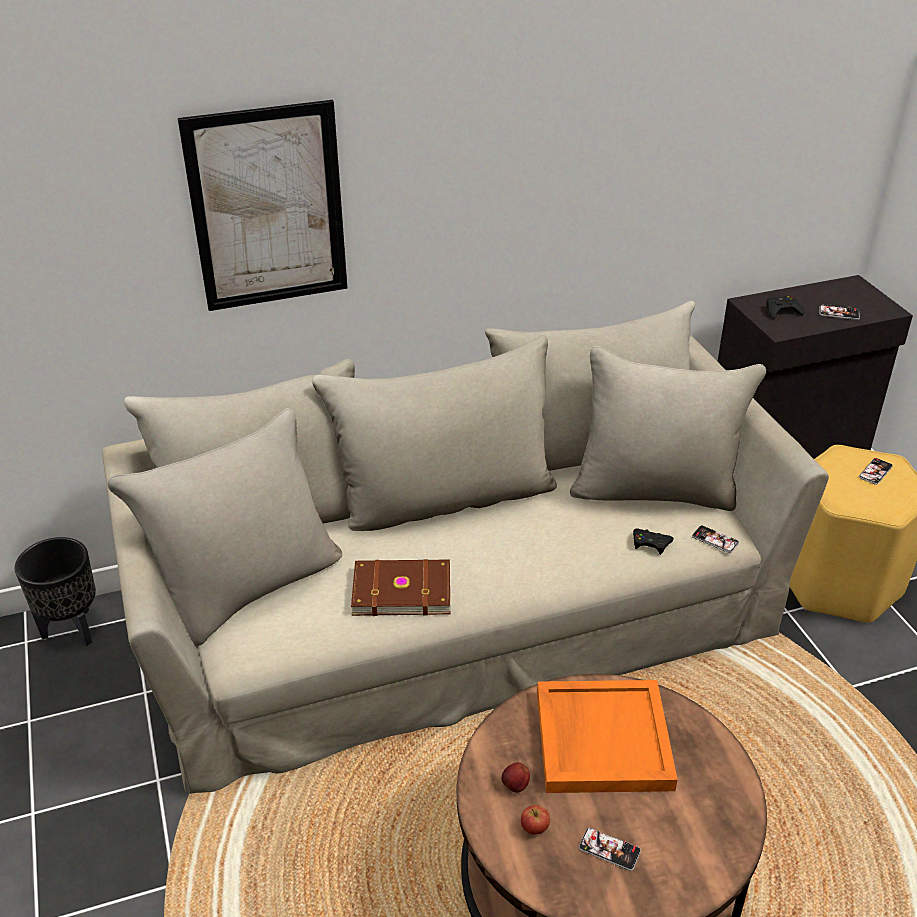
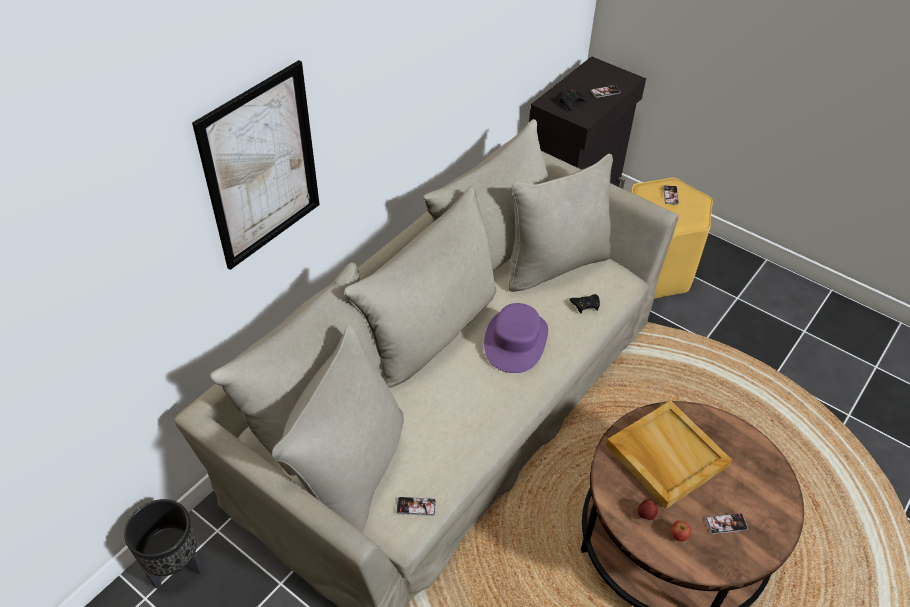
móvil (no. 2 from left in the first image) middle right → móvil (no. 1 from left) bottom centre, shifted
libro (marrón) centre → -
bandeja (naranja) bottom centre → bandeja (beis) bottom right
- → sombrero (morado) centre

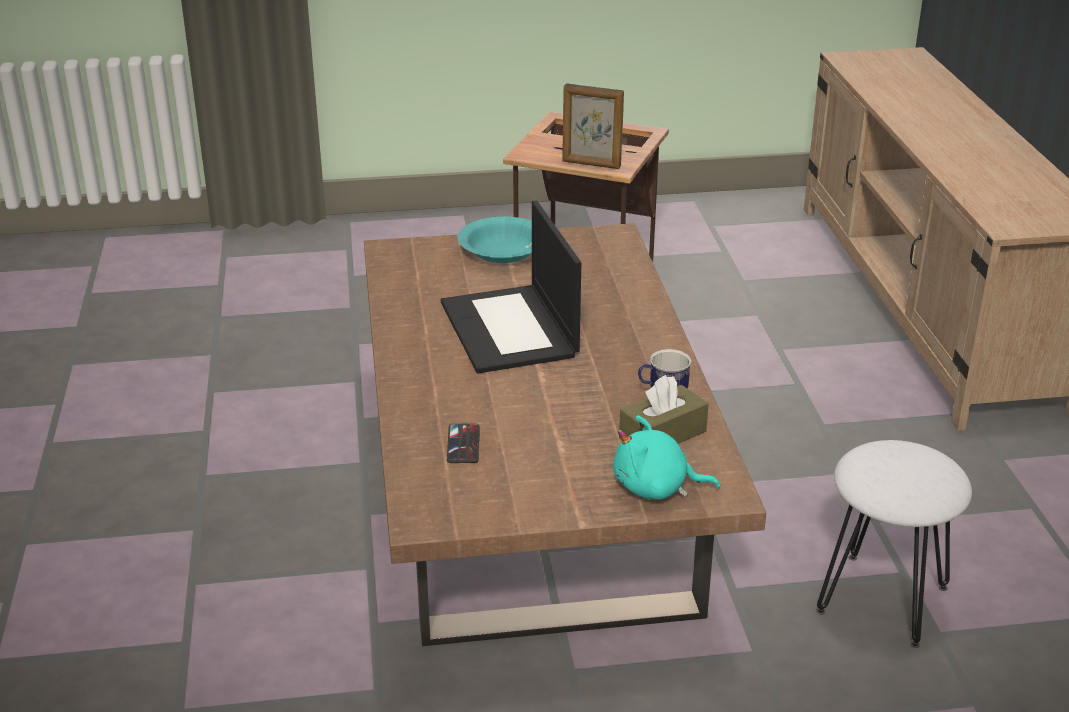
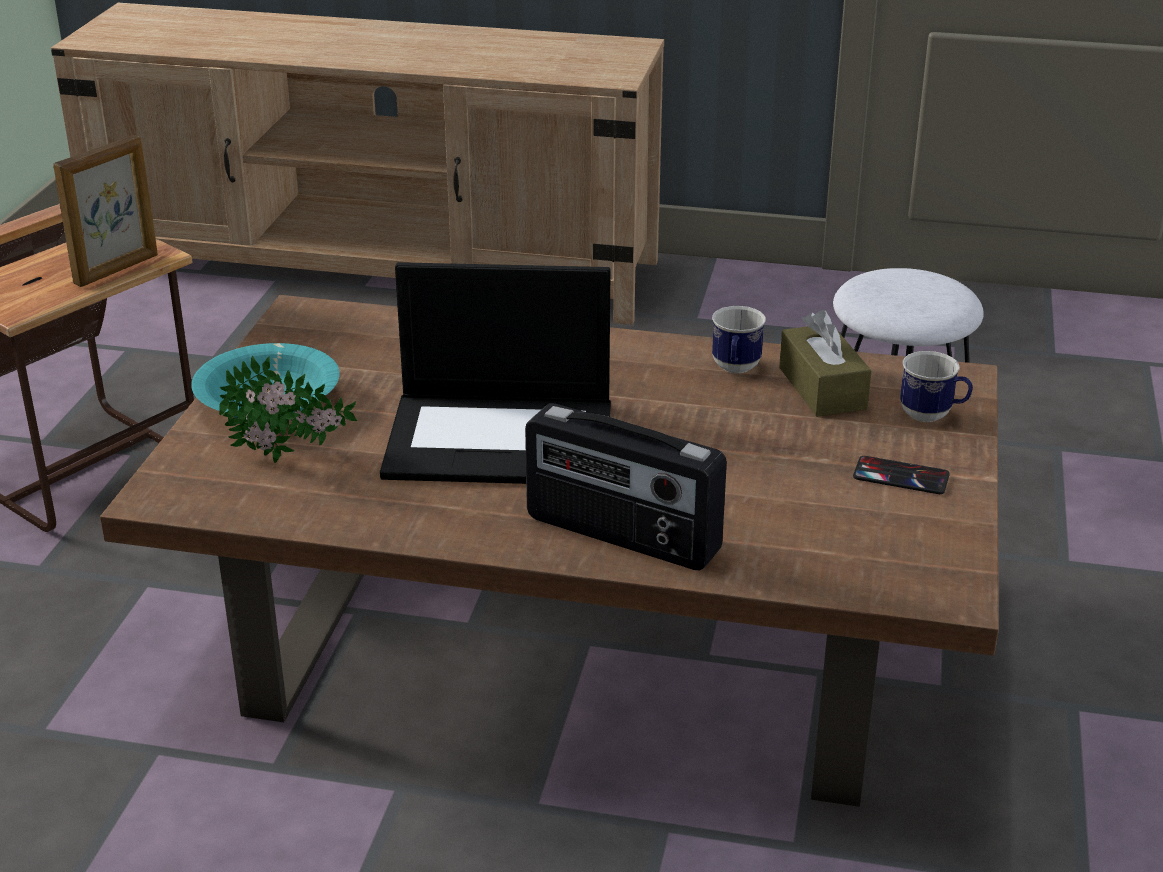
peluche (turquesa) centre → taza grande (no. 2 from left) middle right
móvil centre → móvil middle right, shifted
- → planta en maceta middle left
- → radio centre

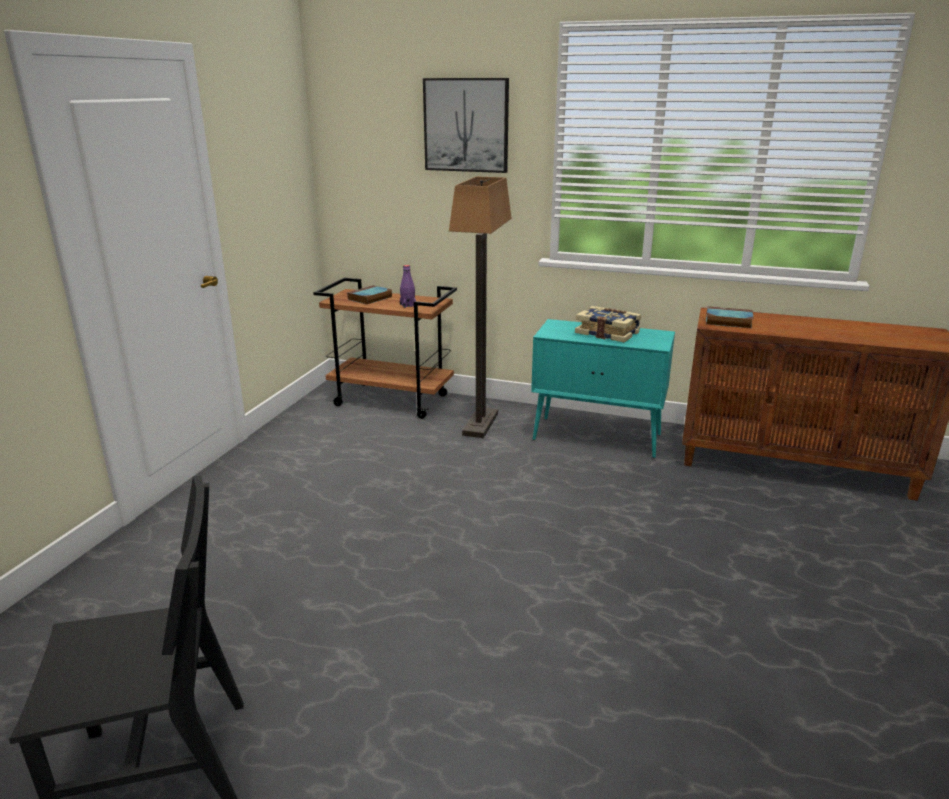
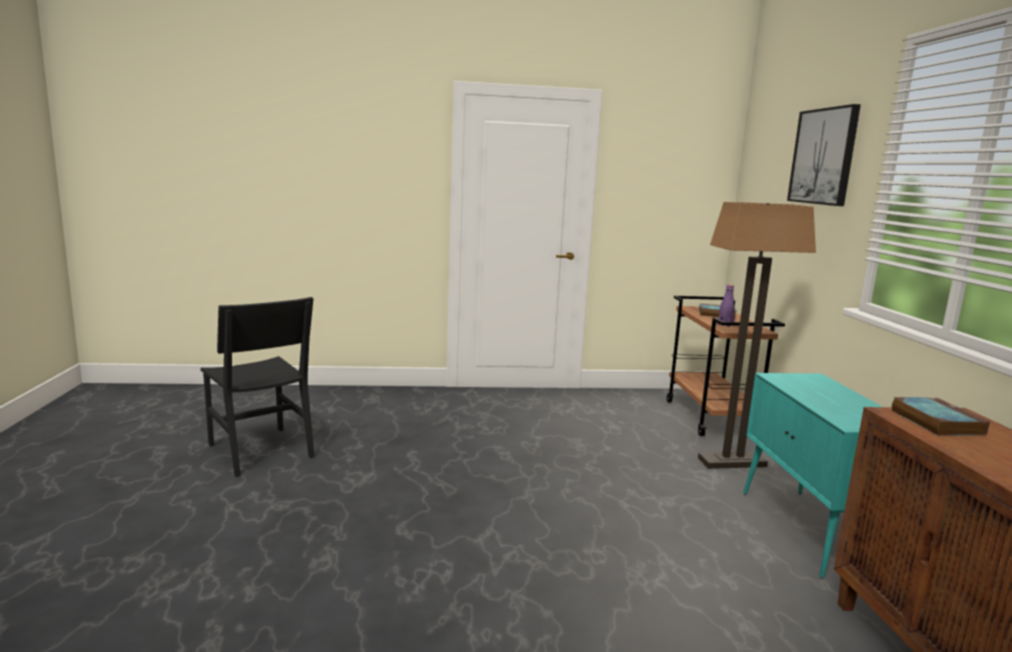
libro (no. 2 from left) centre → -

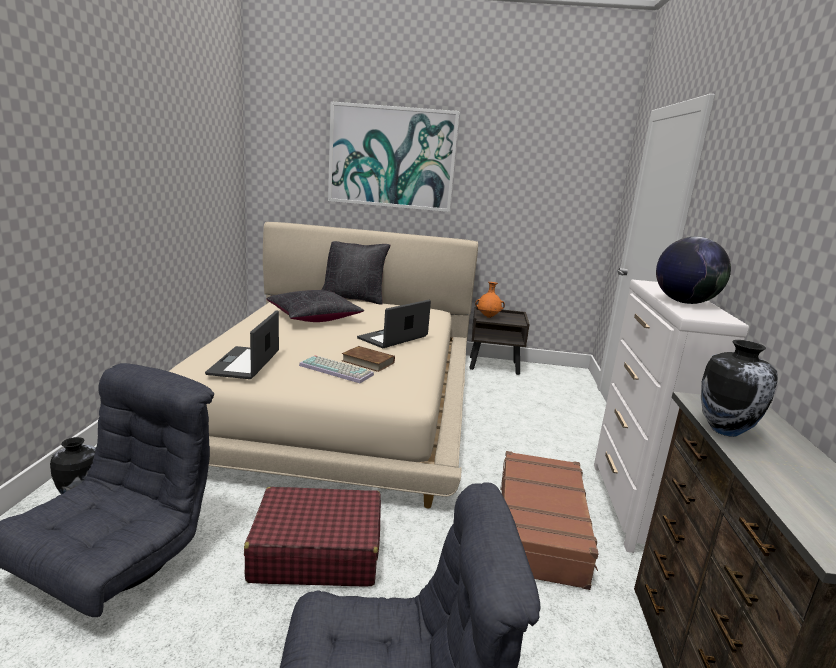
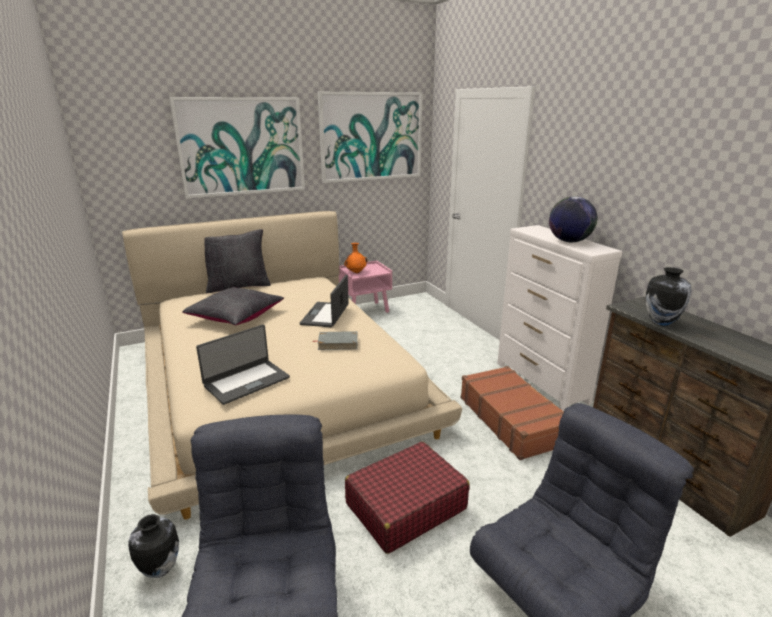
mesita de noche (marrón) centre → mesita de noche (rosa) centre
portátil (no. 1 from left) middle left, 105 degrees counterclockwise
libro (marrón) centre → libro (gris) centre
teclado centre → -
- → cuadro (no. 2 from left) top centre

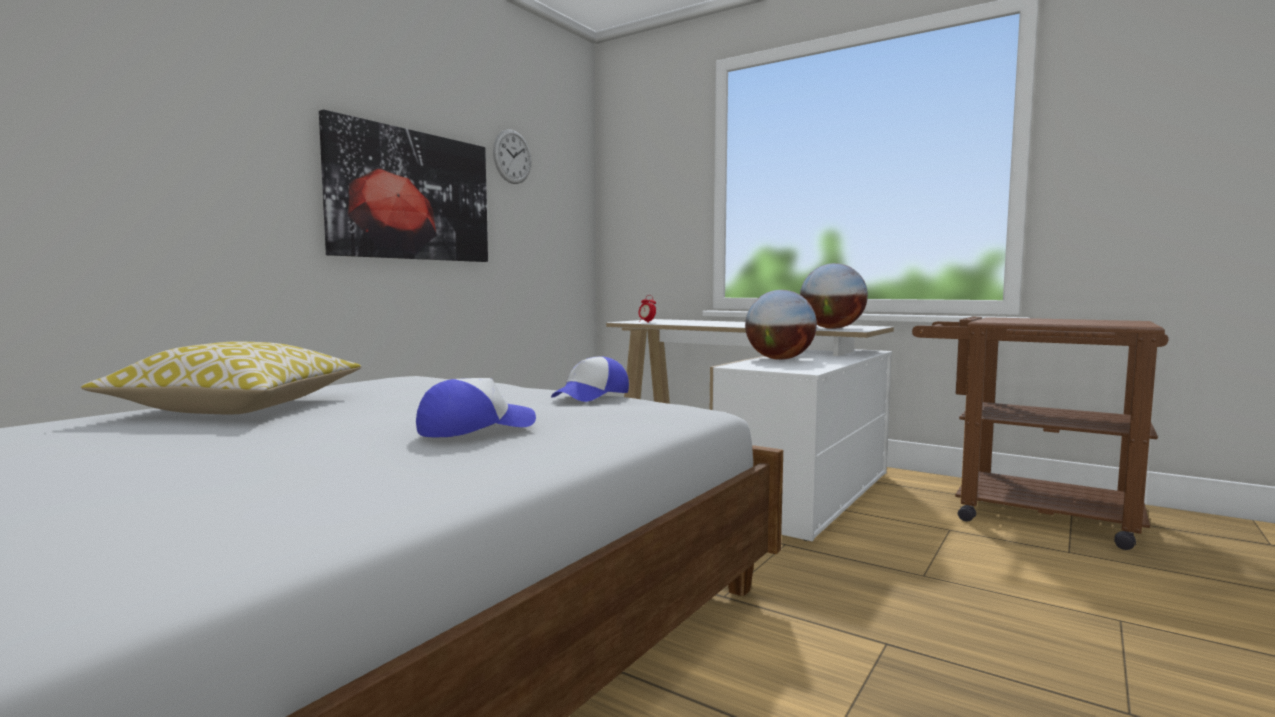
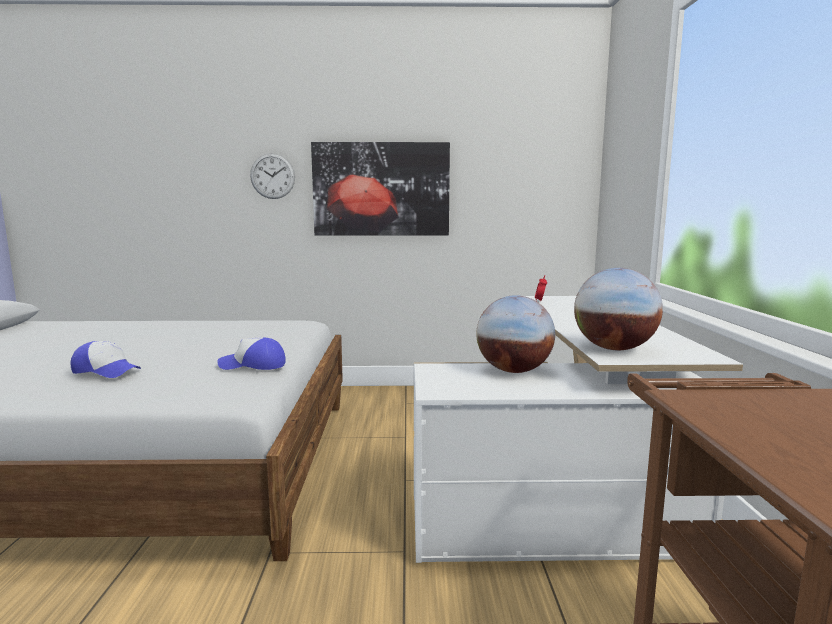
reloj de pared top centre → reloj de pared top left, shifted
cojín middle left → -

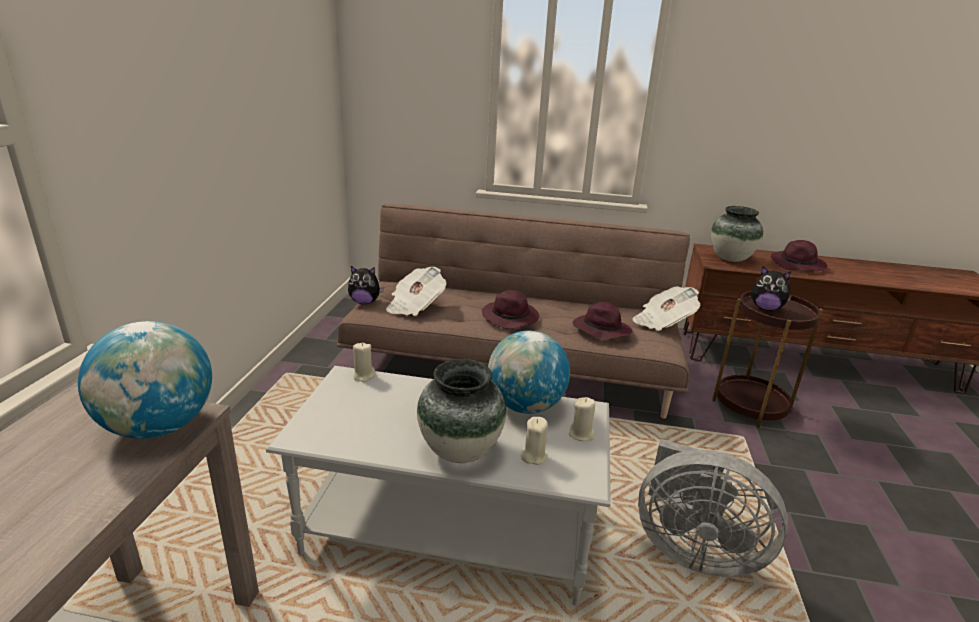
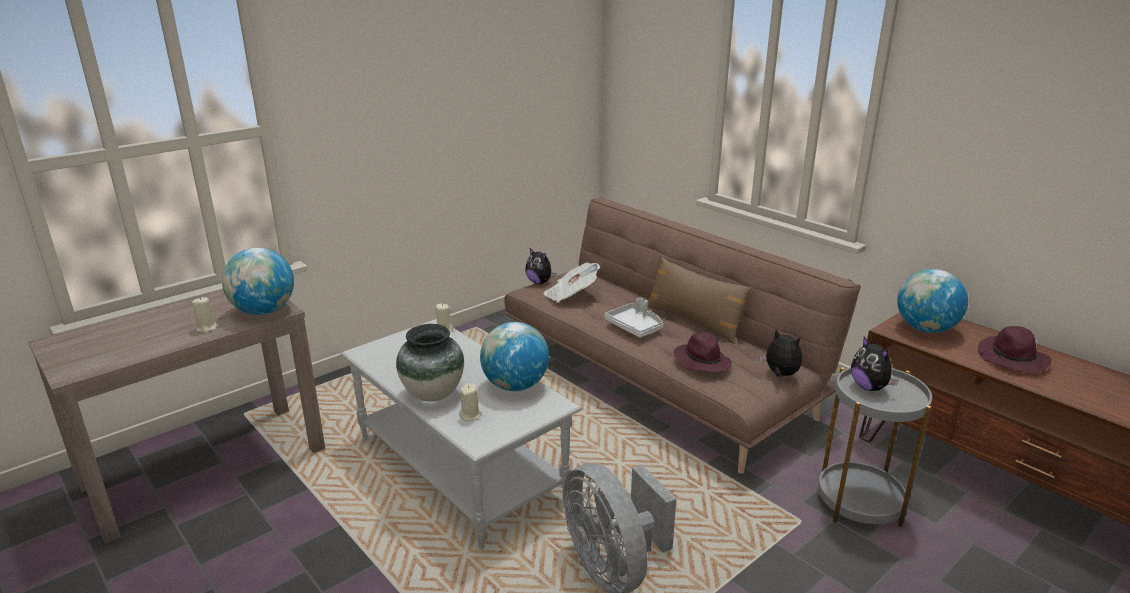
florero (no. 2 from left) middle right → globo terráqueo (no. 3 from left) middle right
periódico (no. 2 from left) middle right → peluche (no. 2 from left) middle right
sombrero (morado) (no. 1 from left) centre → bandeja (gris) centre
mesa auxiliar (marrón) middle right → mesa auxiliar (gris) bottom right
vela (beis) (no. 3 from left in the first image) bottom centre → vela (beis) (no. 1 from left) middle left, shifted
- → cojín (marrón) centre

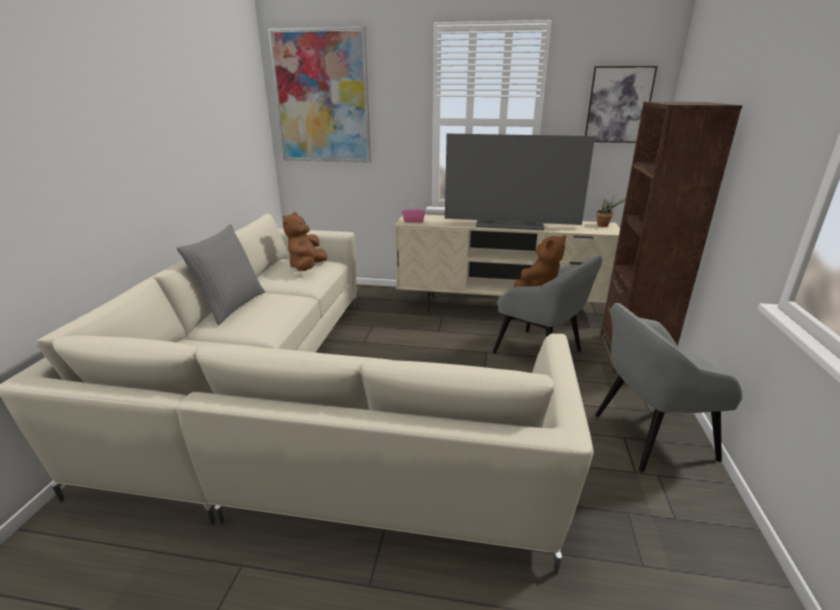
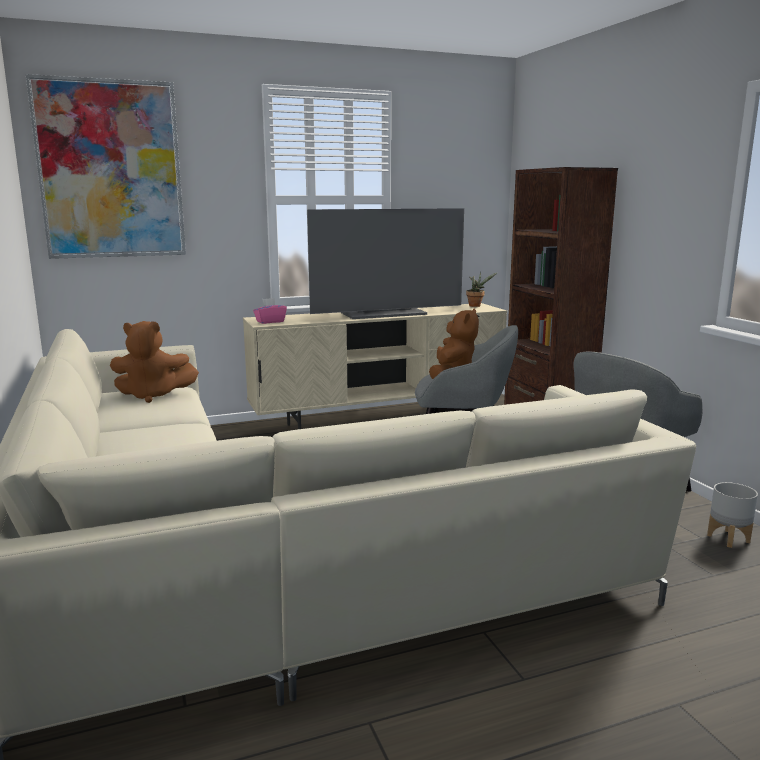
cuadro (no. 2 from left) top right → -
peluche (marrón) (no. 1 from left) centre → peluche (marrón) (no. 1 from left) middle left, 75 degrees counterclockwise
cojín (gris) middle left → -
- → maceta (gris) bottom right

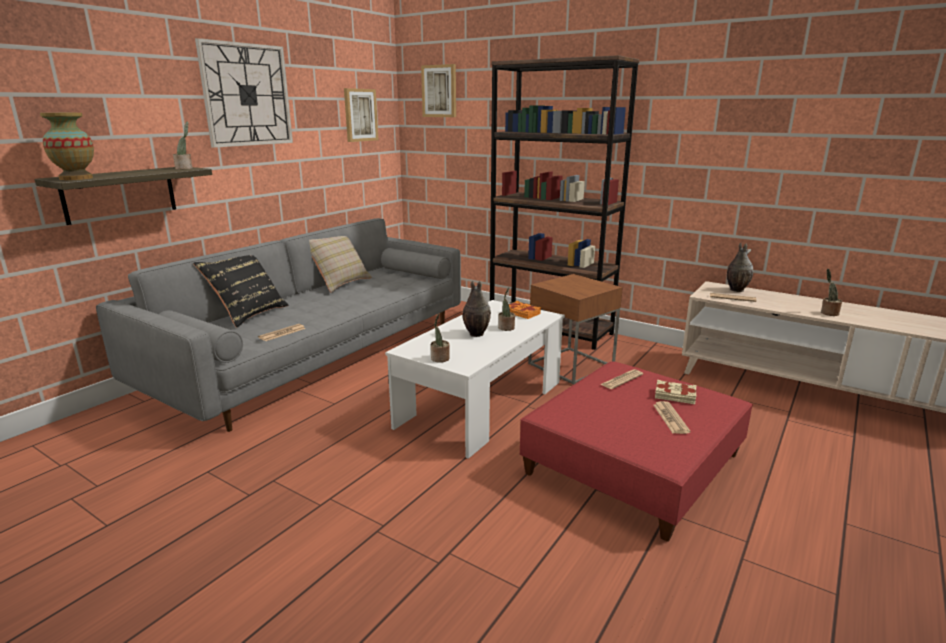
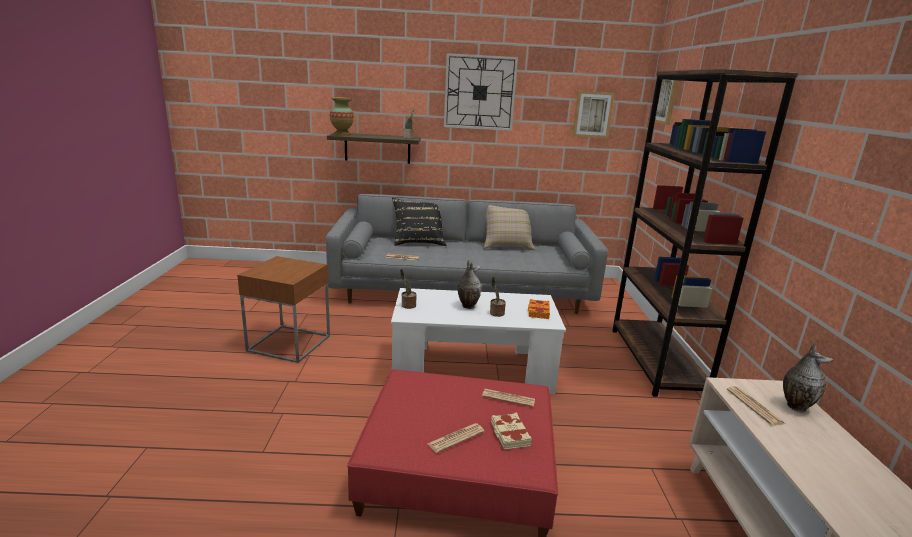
planta en maceta (no. 4 from left) middle right → -
mesa auxiliar (marrón) centre → mesa auxiliar (marrón) middle left, shifted

